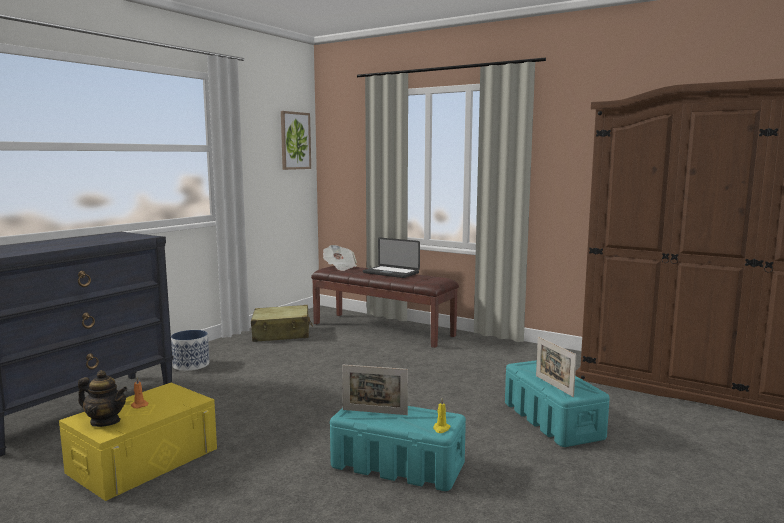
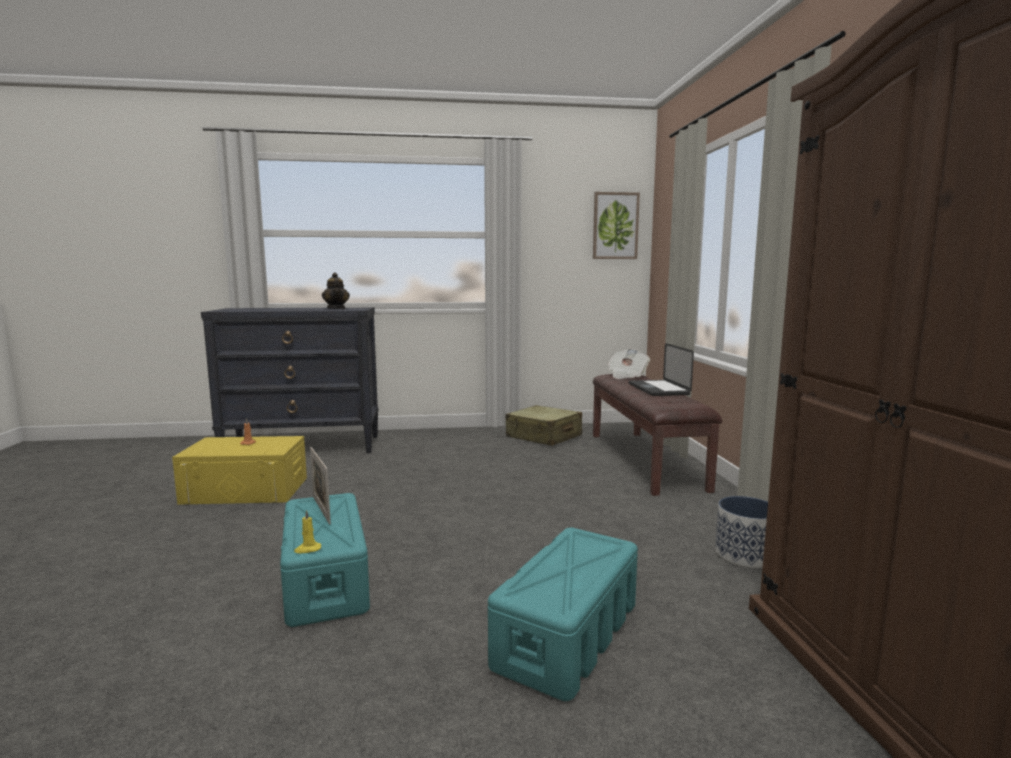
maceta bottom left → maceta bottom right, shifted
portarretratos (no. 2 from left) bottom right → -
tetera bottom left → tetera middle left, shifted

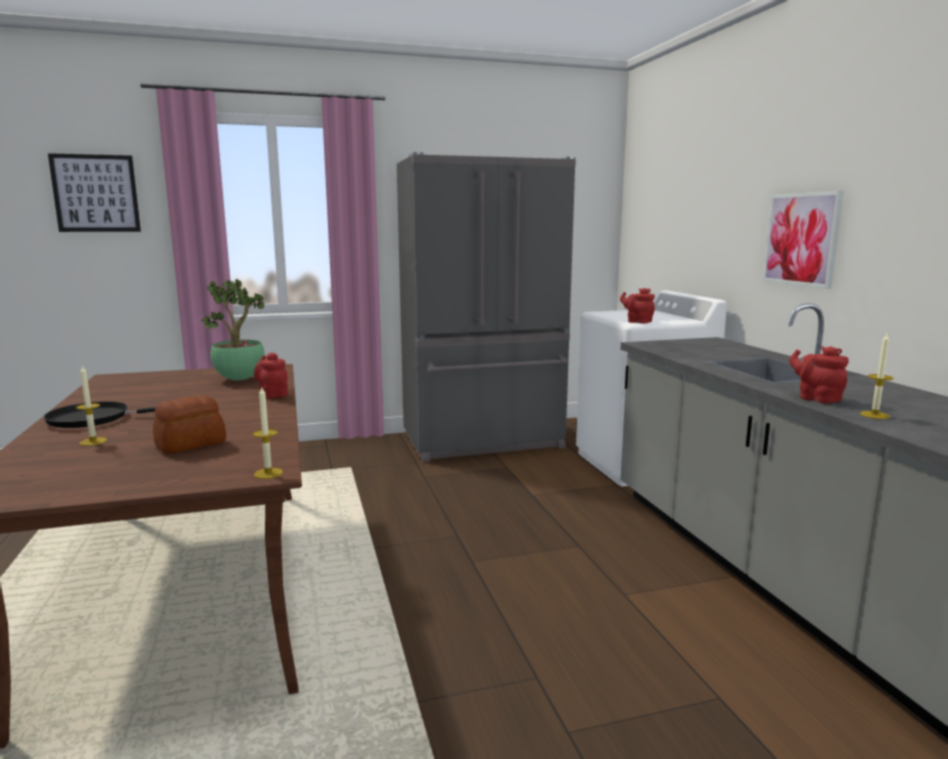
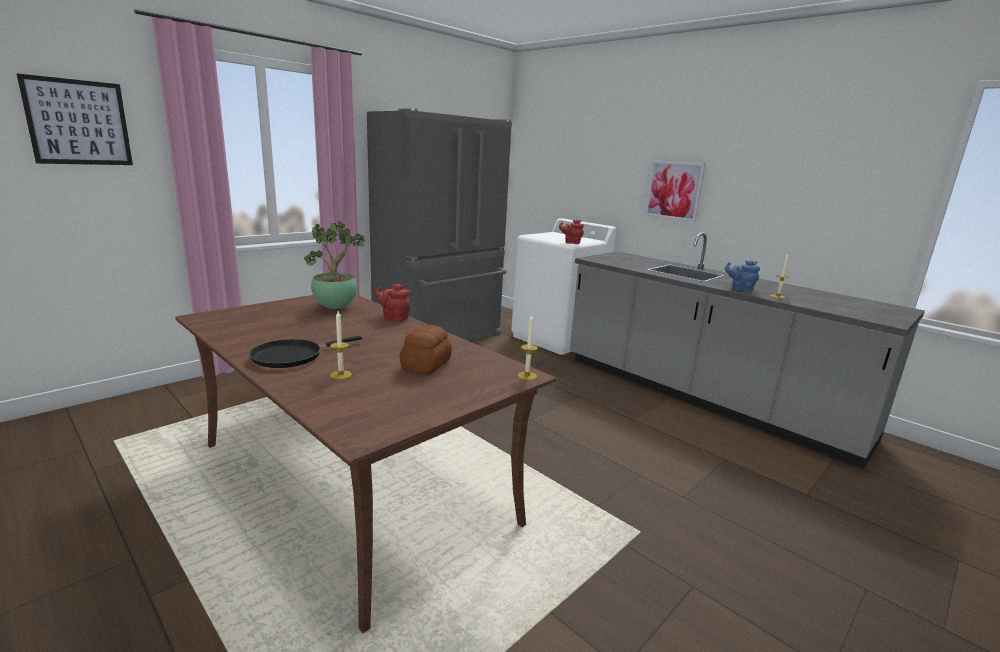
tetera (rojo) (no. 3 from left) middle right → tetera (azul) middle right

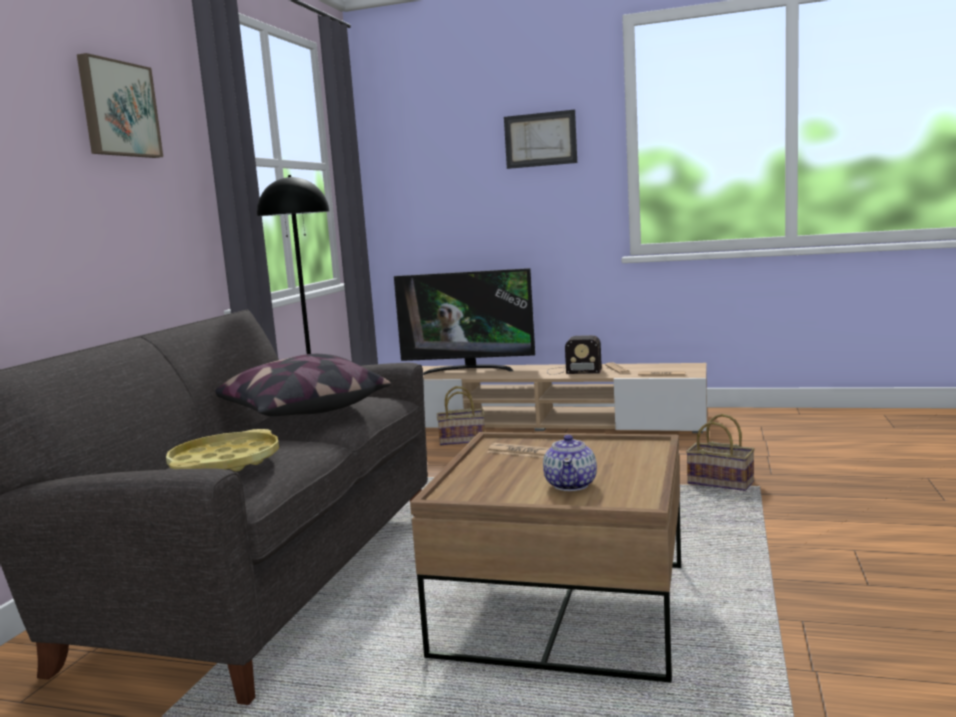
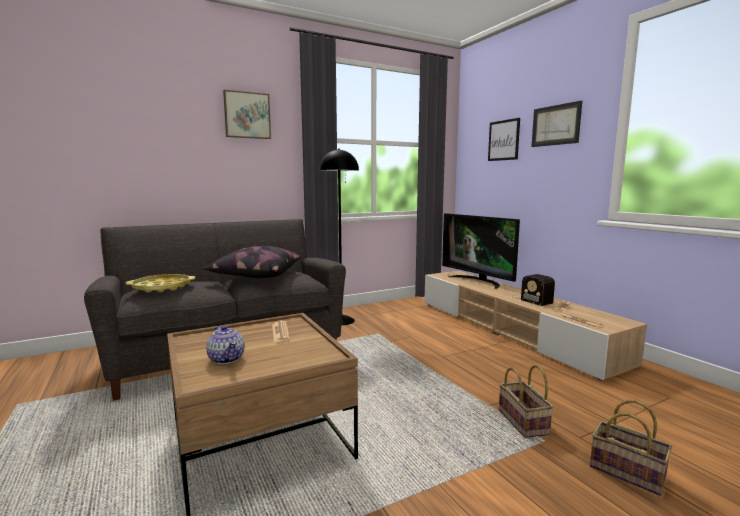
cesta (no. 1 from left in the first image) centre → cesta (no. 2 from left) bottom right, shifted
tetera centre → tetera bottom left, 90 degrees counterclockwise
- → cuadro (no. 2 from left) top right

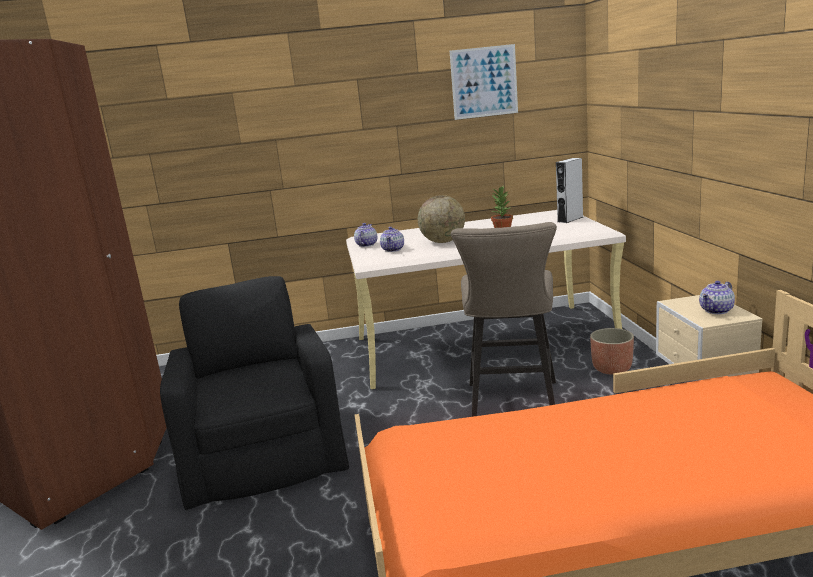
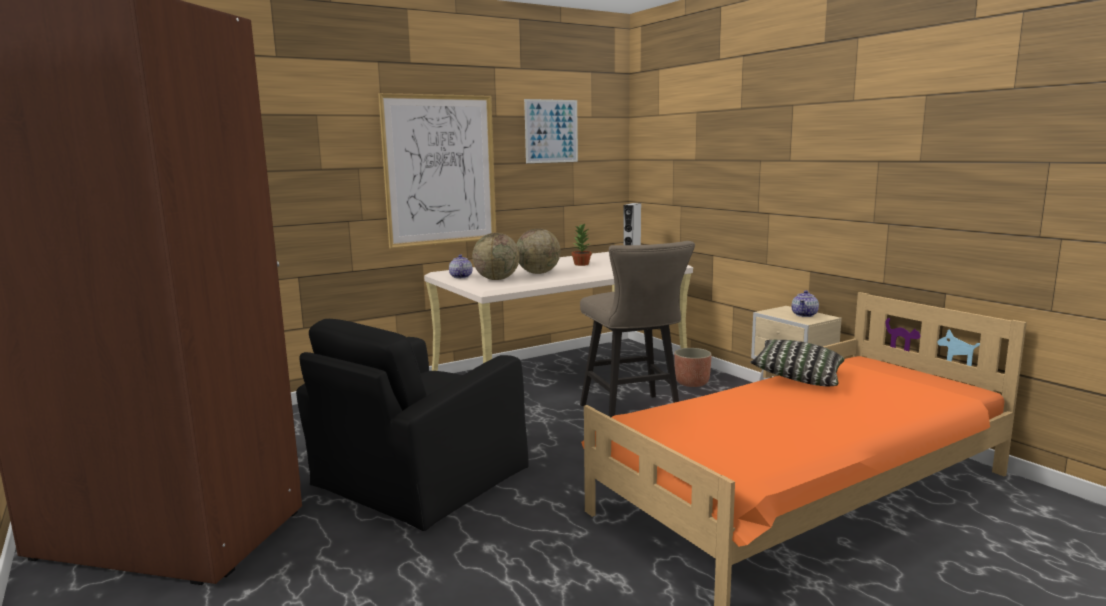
tetera (no. 2 from left) centre → globo terráqueo (no. 1 from left) centre
sillón (negro) bottom left → sillón (negro) bottom centre, 105 degrees counterclockwise
- → cuadro (no. 1 from left) top centre
- → cojín middle right

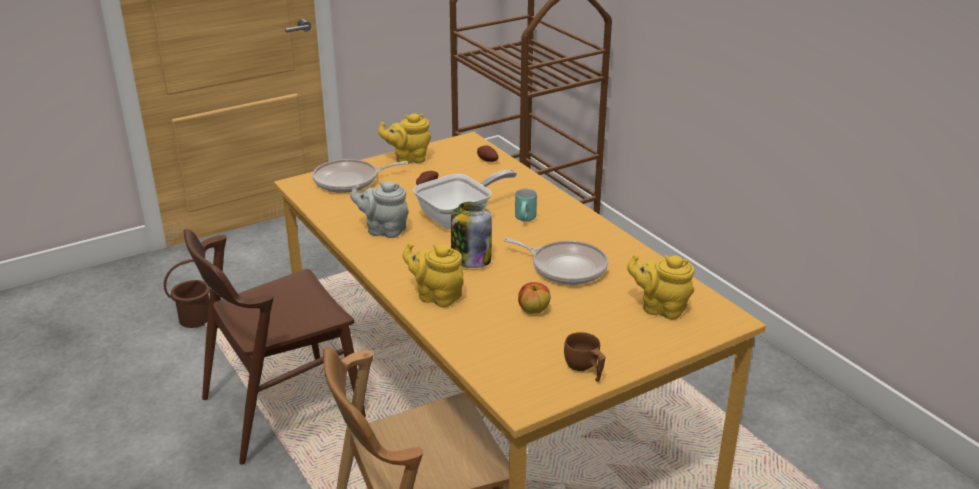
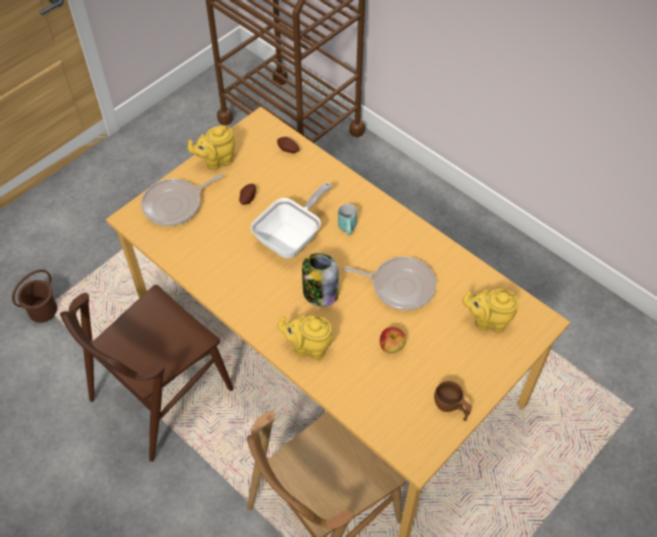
tetera (gris) centre → -

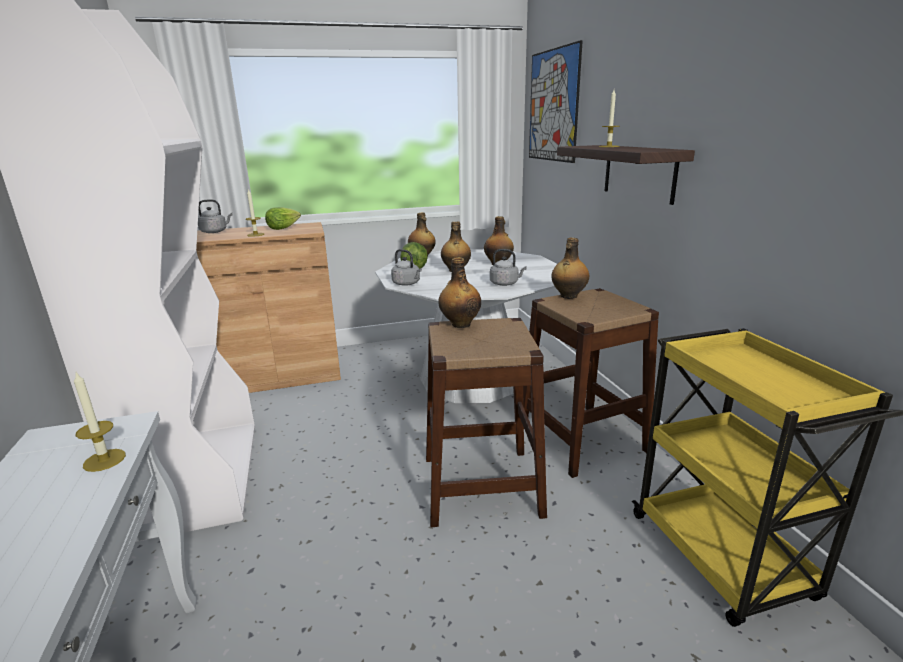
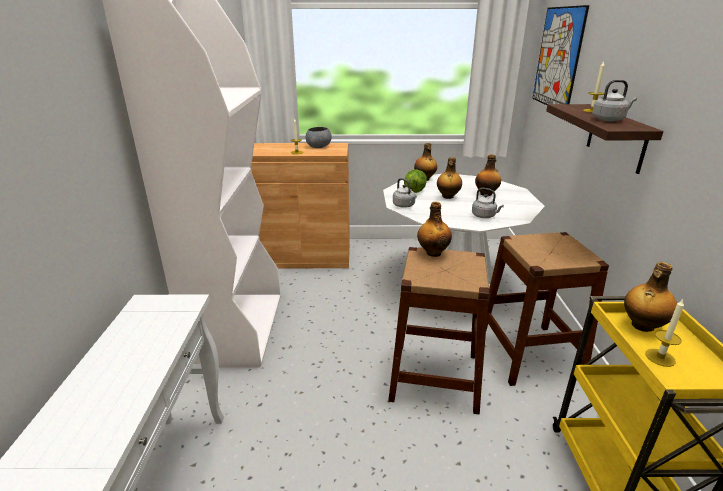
hervidor (gris) (no. 1 from left in the first image) top left → hervidor (gris) (no. 3 from left) top right, shifted
lechuga (no. 1 from left) top left → cuenco (gris) top centre
botella (no. 5 from left) centre → botella (no. 5 from left) middle right, shifted
vela (no. 1 from left in the first image) middle left → vela (no. 3 from left) bottom right, shifted

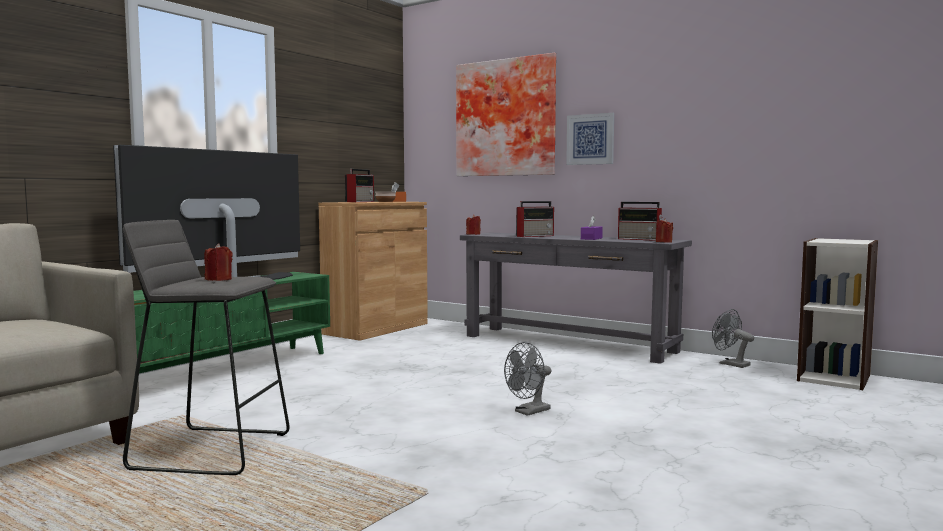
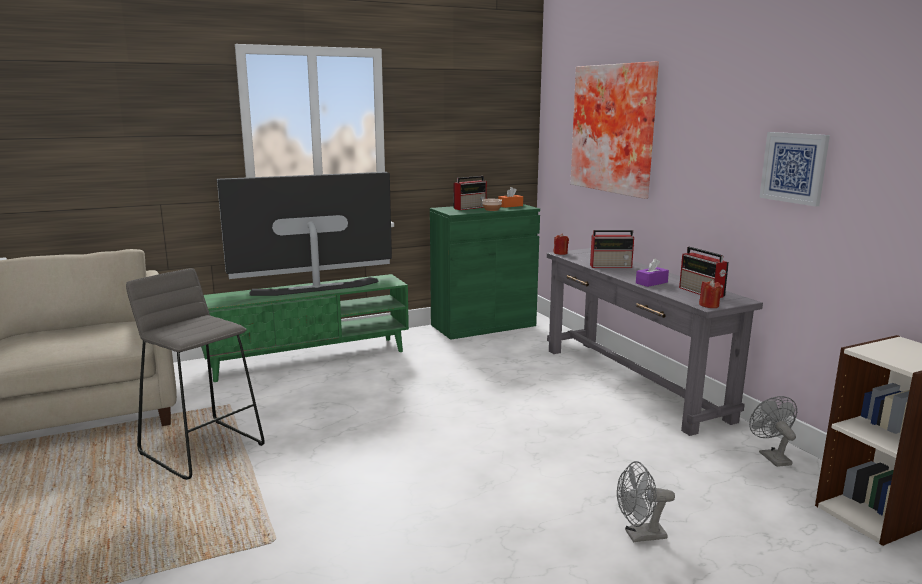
cuadro (no. 2 from left) top centre → cuadro (no. 2 from left) top right, shifted
armario (marrón) centre → armario (verde) centre
vela (rojo) (no. 1 from left) middle left → -
ventilador (gris) (no. 1 from left) bottom centre → ventilador (gris) (no. 1 from left) bottom right, shifted

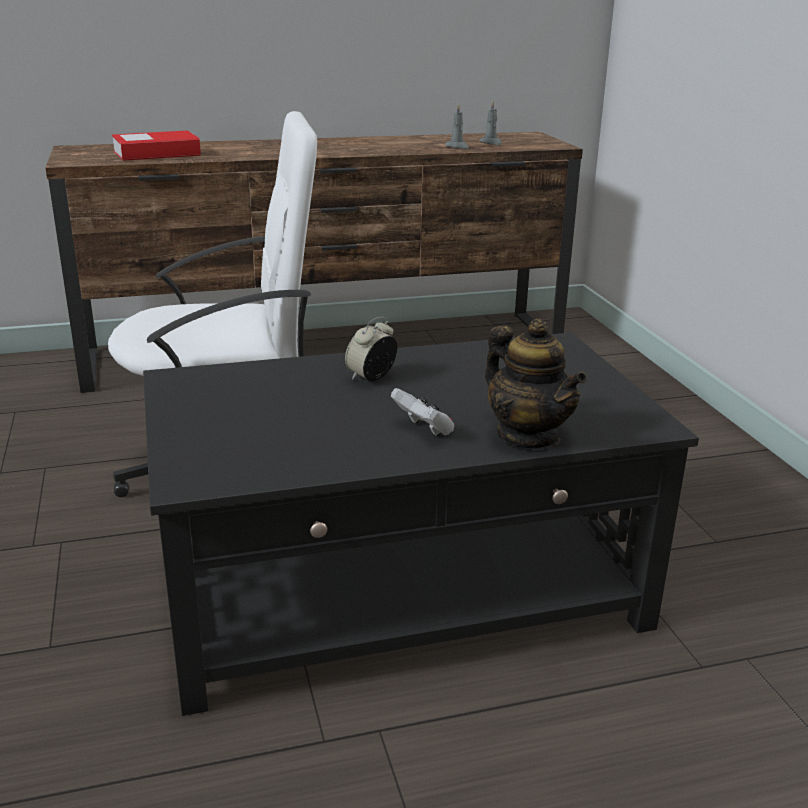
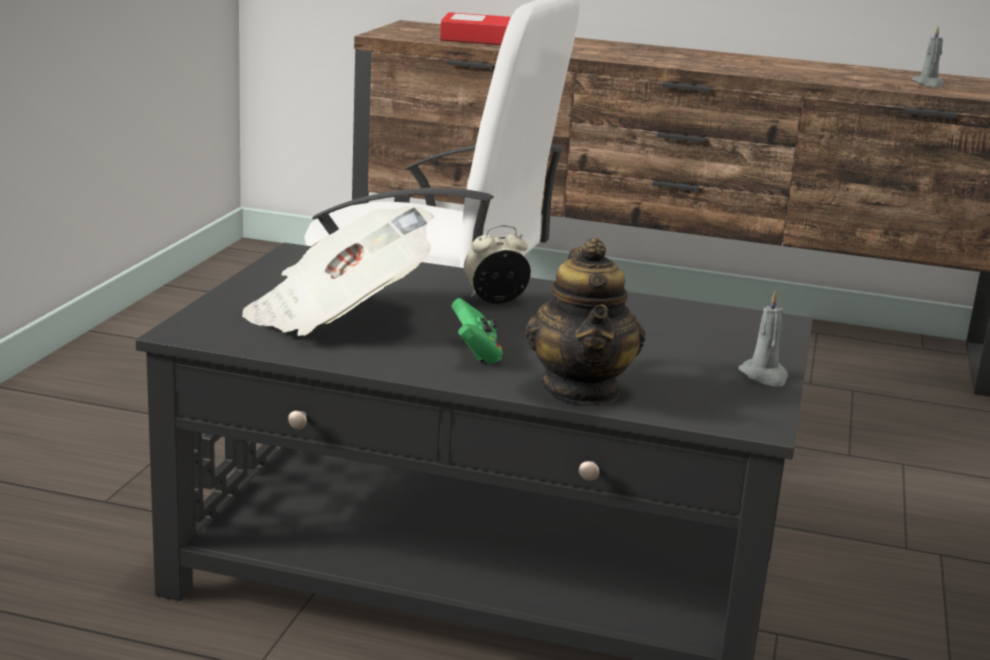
vela (gris) (no. 1 from left) top centre → vela (gris) (no. 1 from left) middle right, shifted
mando de consola (blanco) centre → mando de consola (verde) centre
- → periódico centre

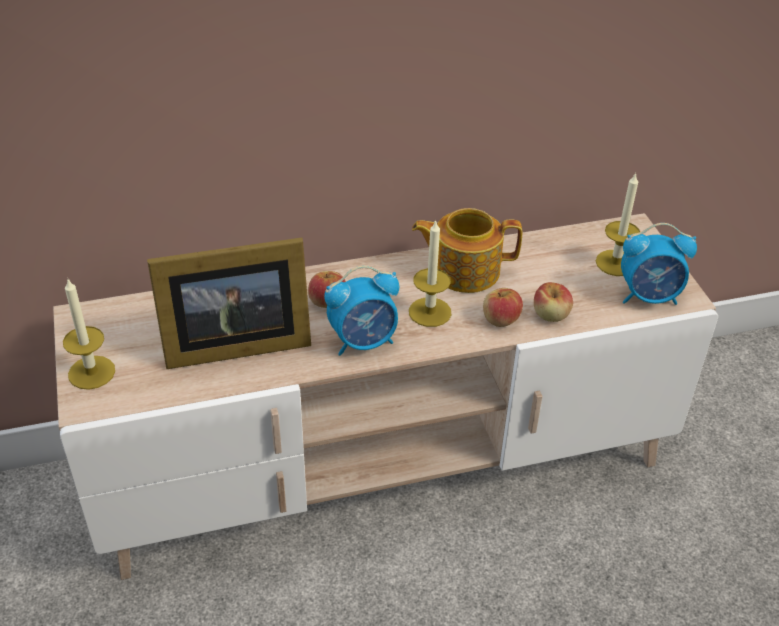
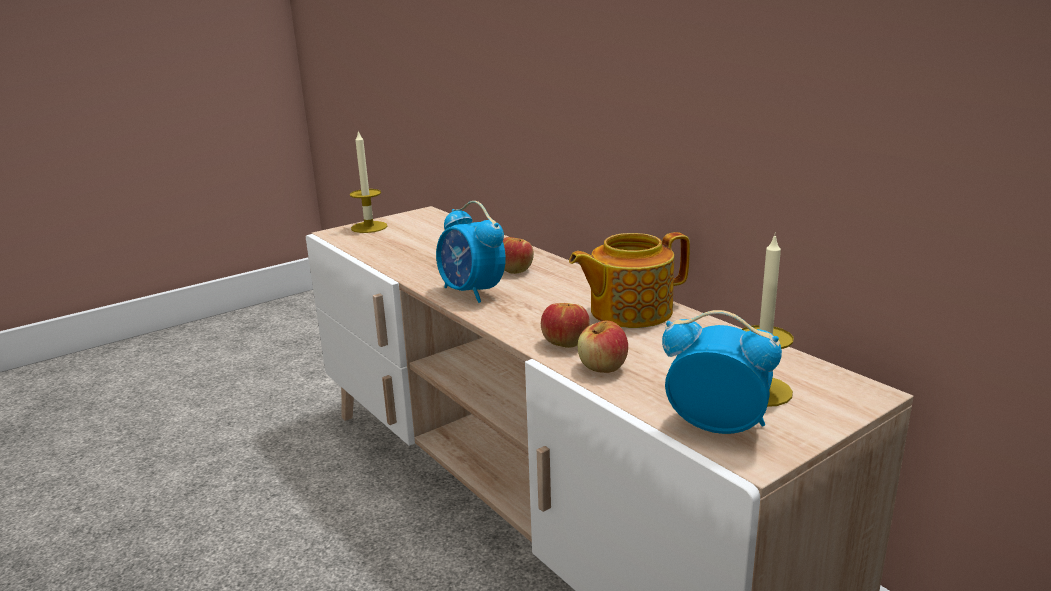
tetera centre, 90 degrees counterclockwise
vela (no. 2 from left) centre → -
despertador (no. 2 from left) middle right, 135 degrees clockwise
portarretratos middle left → -

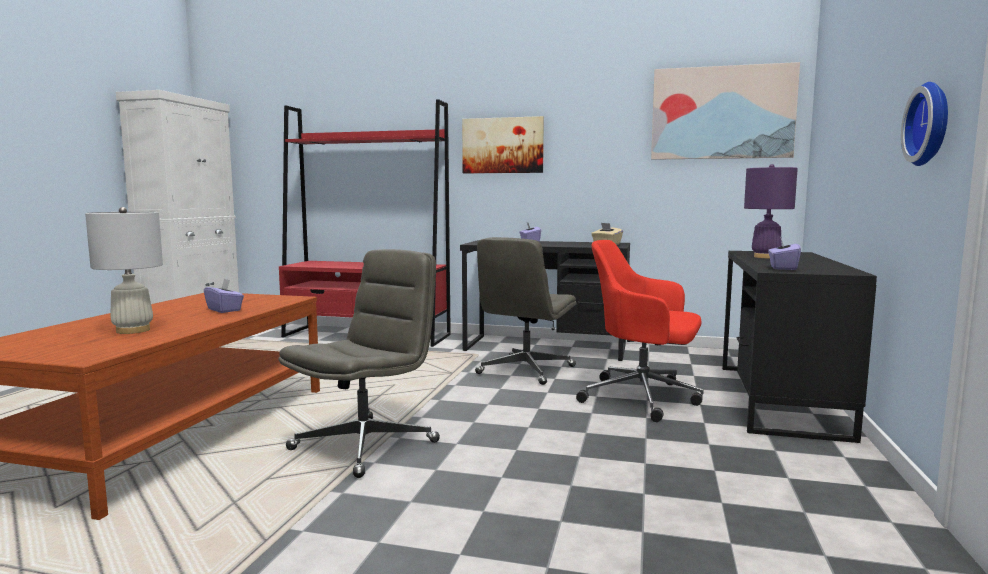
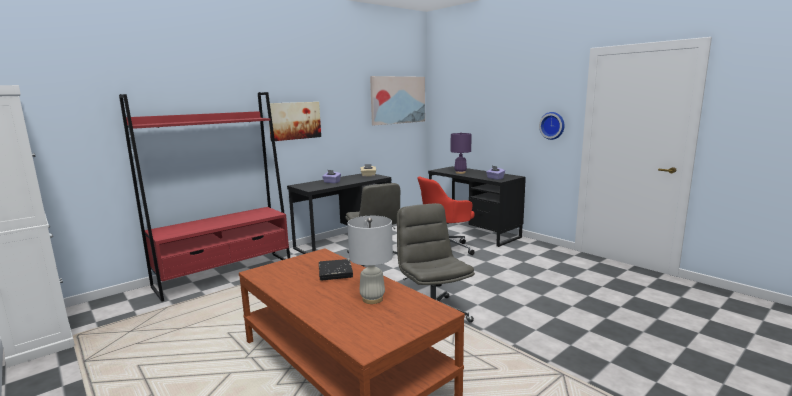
caja de pañuelos (morado) (no. 1 from left) middle left → libro (negro) bottom centre

